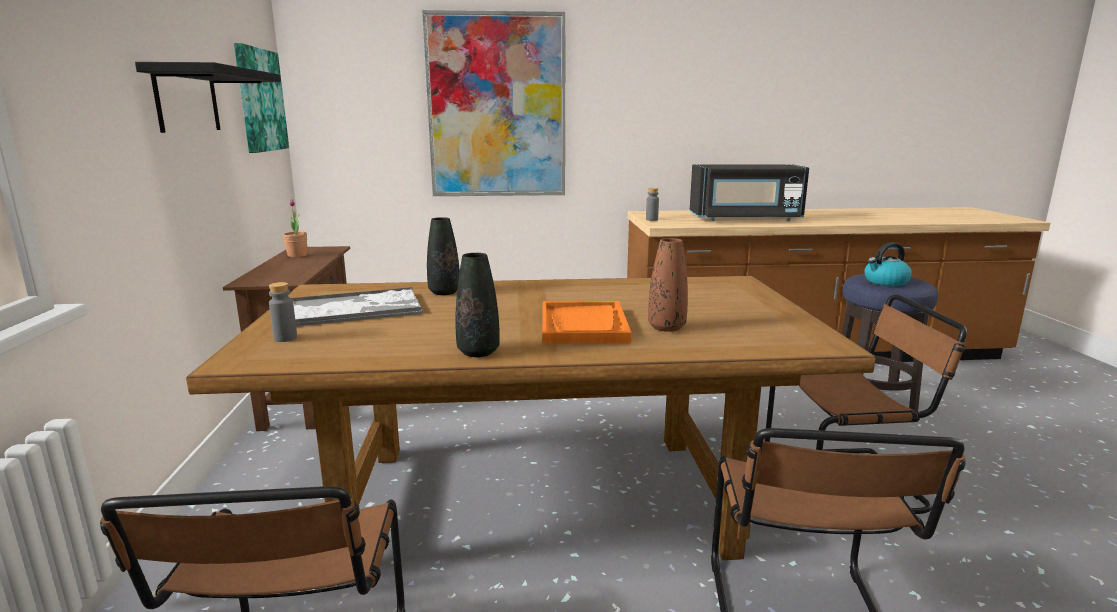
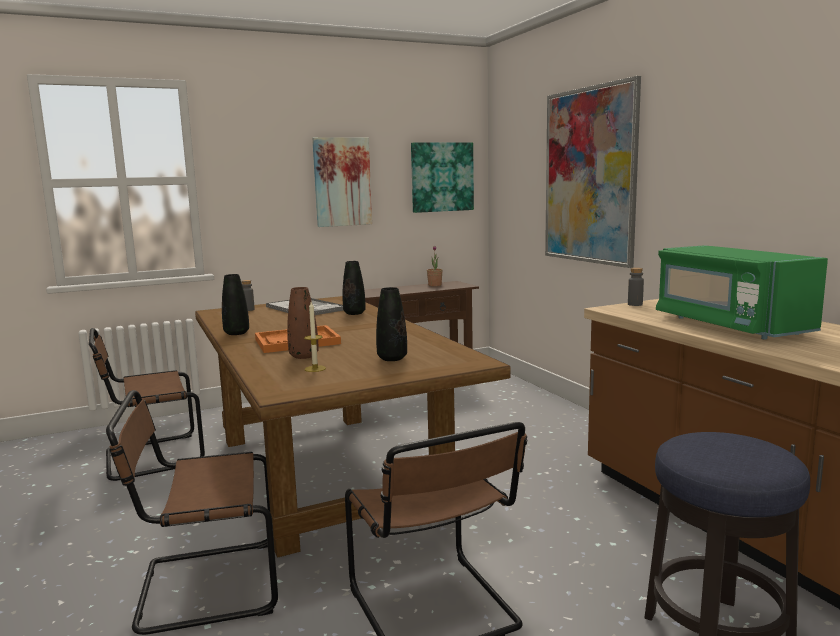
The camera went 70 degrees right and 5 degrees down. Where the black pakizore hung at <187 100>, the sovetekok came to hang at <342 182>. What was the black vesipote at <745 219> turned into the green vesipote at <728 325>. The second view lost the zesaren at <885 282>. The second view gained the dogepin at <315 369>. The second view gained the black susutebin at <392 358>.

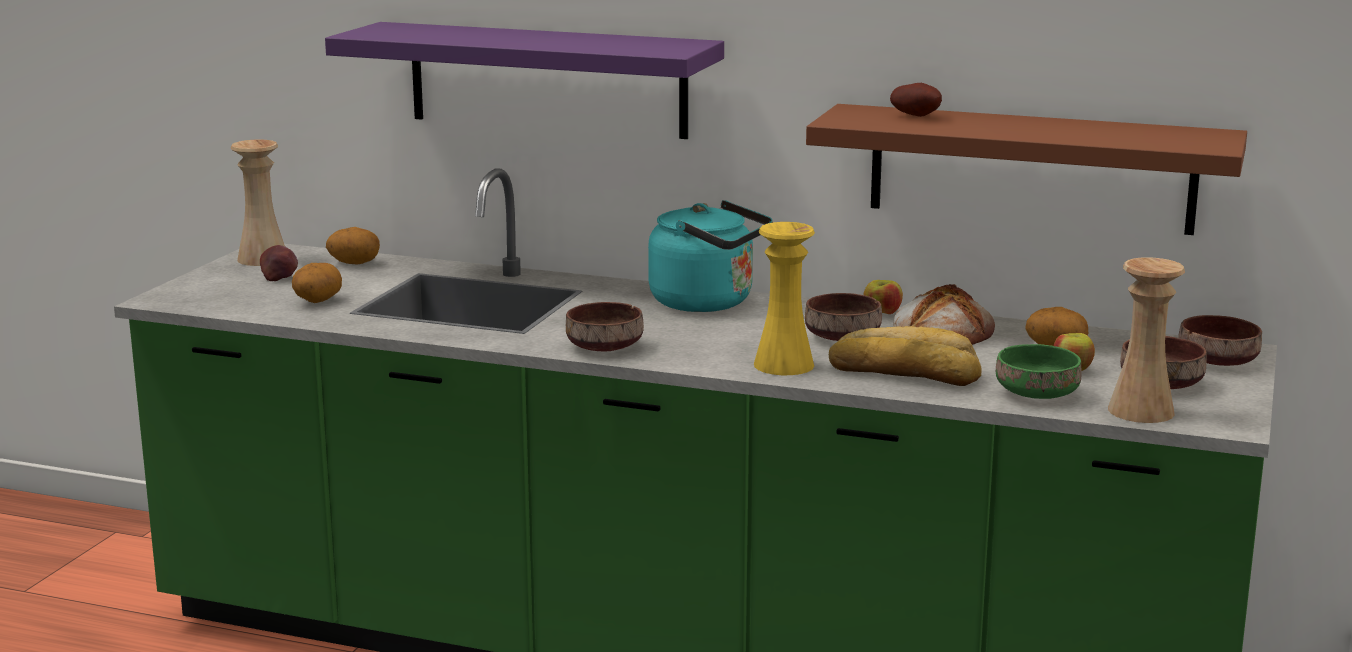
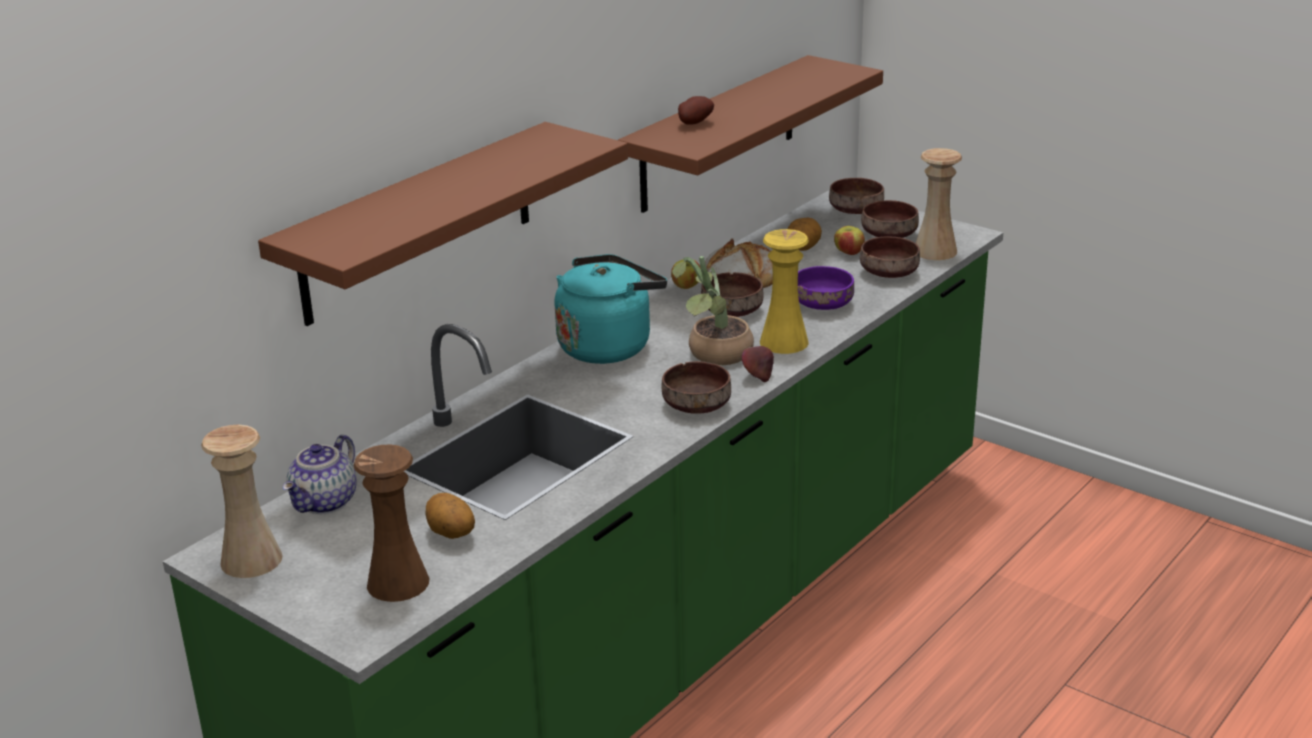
The camera went 70 degrees left and 10 degrees up. The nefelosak ended up elsewhere, having gone from <280 278> to <757 376>. What was the purple pakizore at <547 79> turned into the brown pakizore at <418 223>. Where the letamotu stood at <354 263>, the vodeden came to stand at <326 503>. Where the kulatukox stood at <905 372>, the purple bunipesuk came to stand at <824 304>. What was the green bunipesuk at <1038 394> turned into the brown bunipesuk at <890 272>. The second view gained the brown susutebin at <398 583>. The second view gained the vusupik at <714 355>.

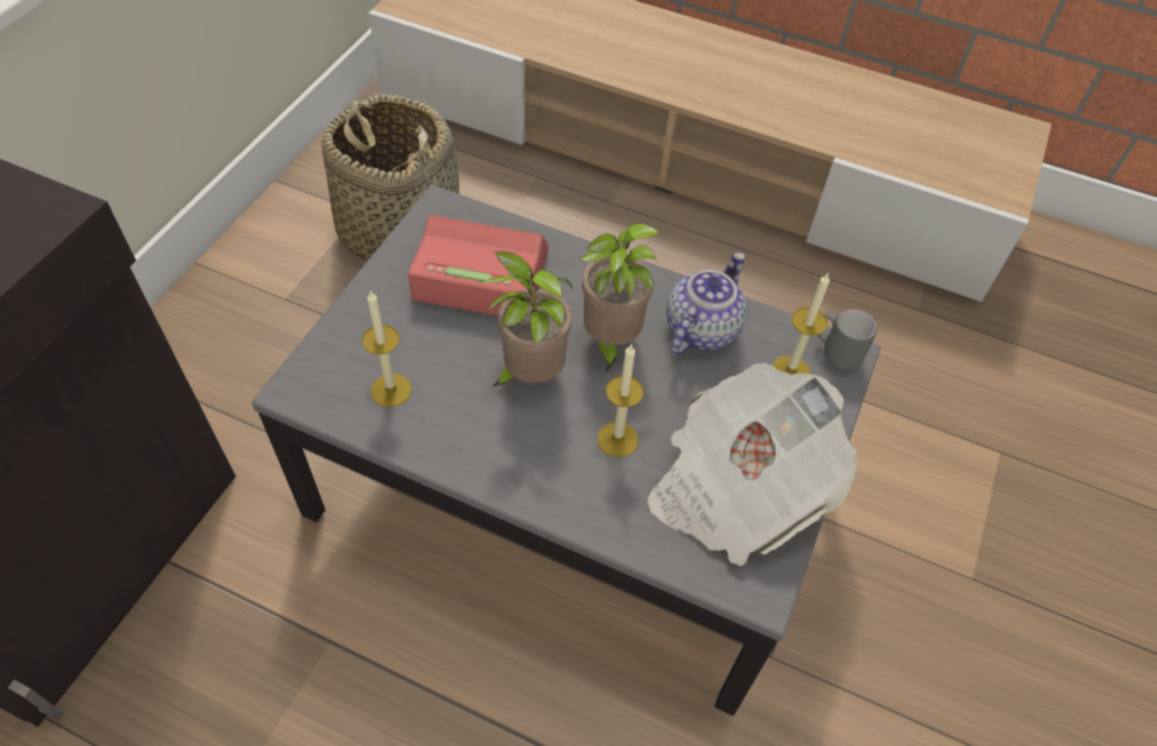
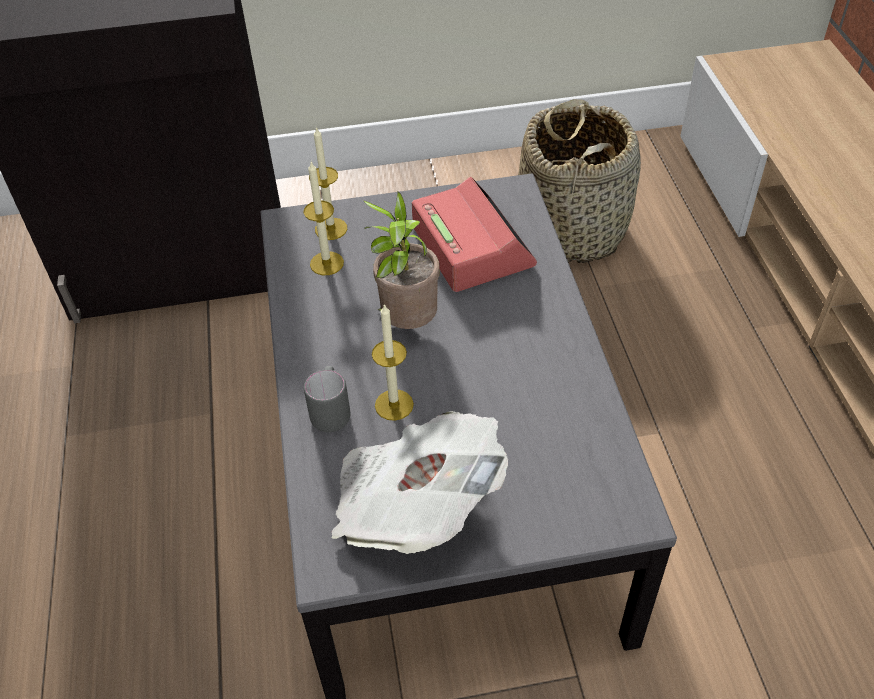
The camera went 60 degrees right and 5 degrees down. The second view lost the vusupik at <610 342>. The second view lost the vodeden at <701 328>. The dogepin ended up elsewhere, having gone from <790 371> to <331 229>. The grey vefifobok ended up elsewhere, having gone from <835 352> to <331 411>.

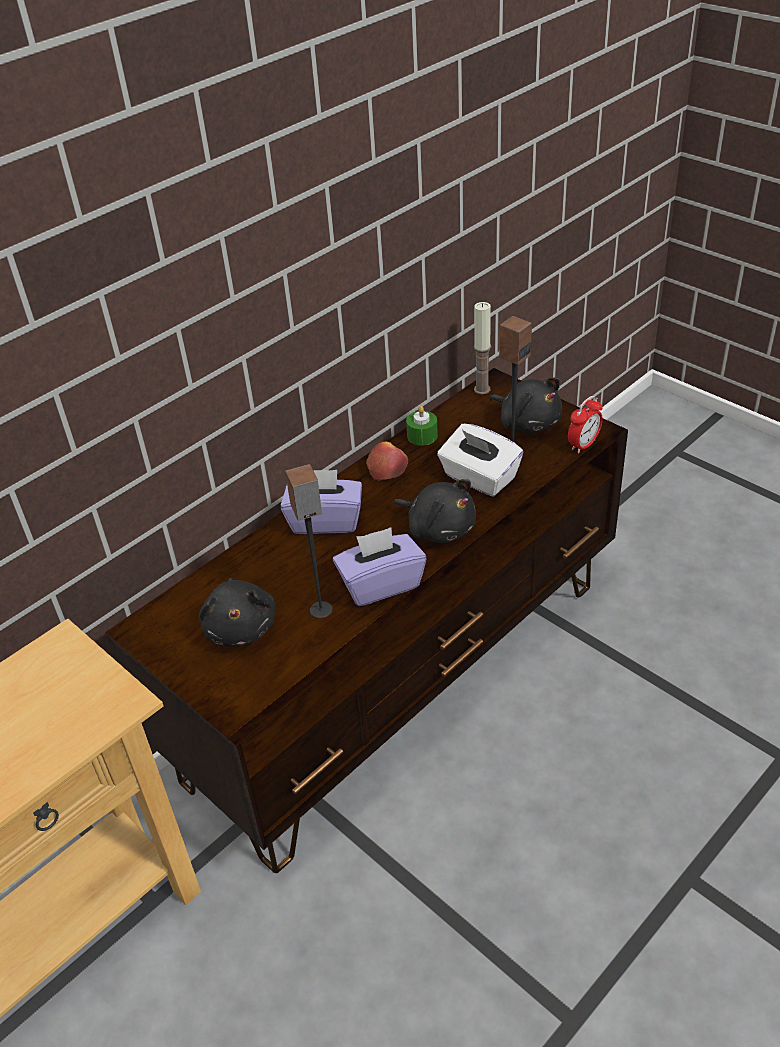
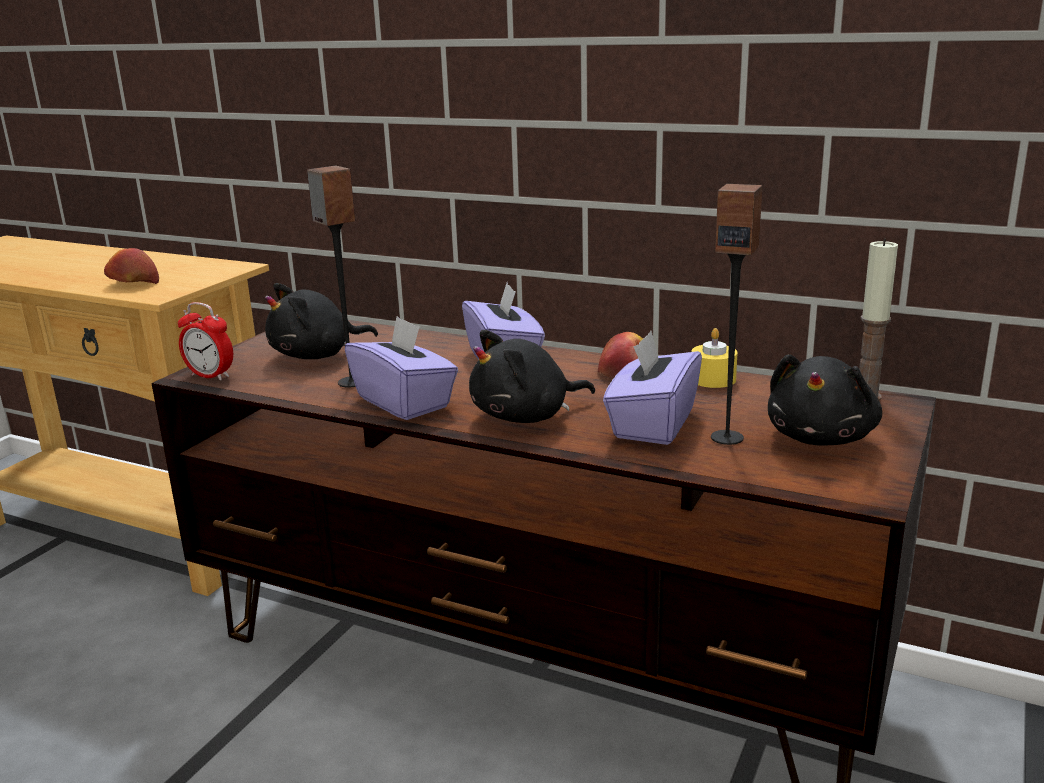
The camera went 70 degrees right and 20 degrees down. The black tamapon at <439 528> ended up facing another way, 45 degrees clockwise from before. What was the green dogepin at <422 436> turned into the yellow dogepin at <713 379>. What was the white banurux at <479 478> turned into the purple banurux at <652 424>. The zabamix ended up elsewhere, having gone from <583 445> to <210 376>. The second view gained the nefelosak at <133 283>.

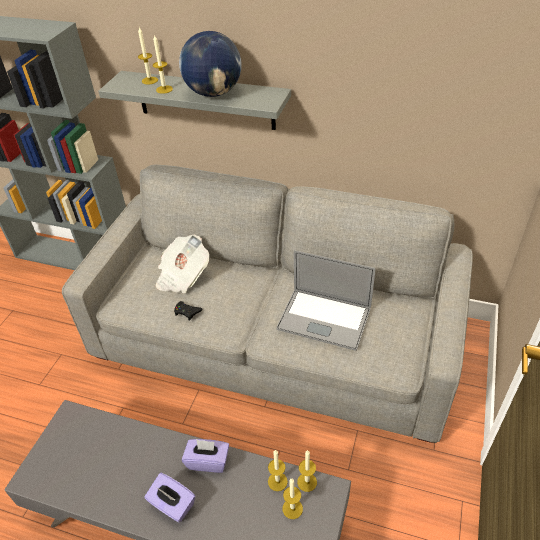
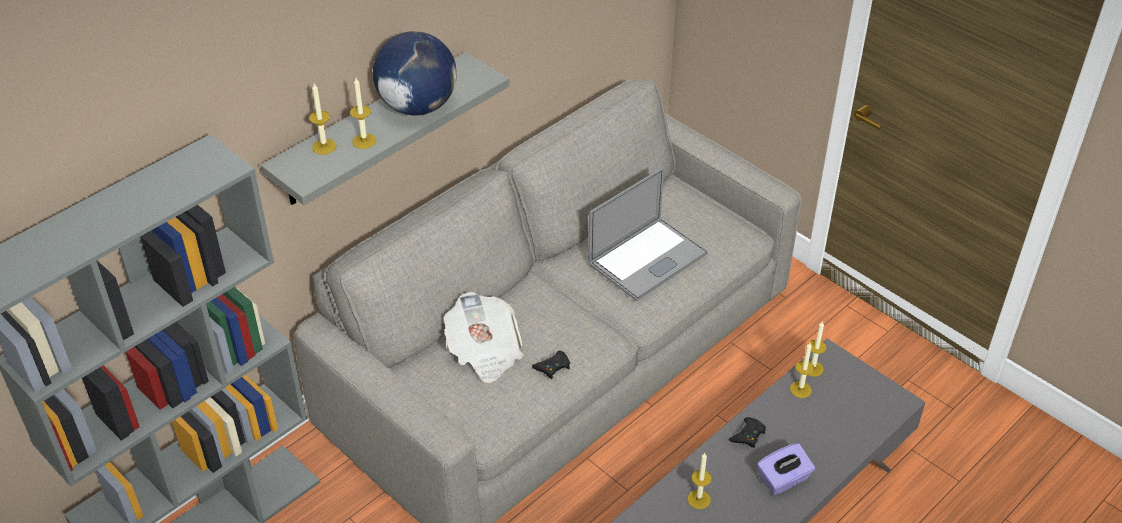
The camera went 65 degrees left and 0 degrees up. Where the purple banurux stood at <208 461>, the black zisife came to stand at <748 435>. The dogepin ended up elsewhere, having gone from <292 508> to <699 499>.

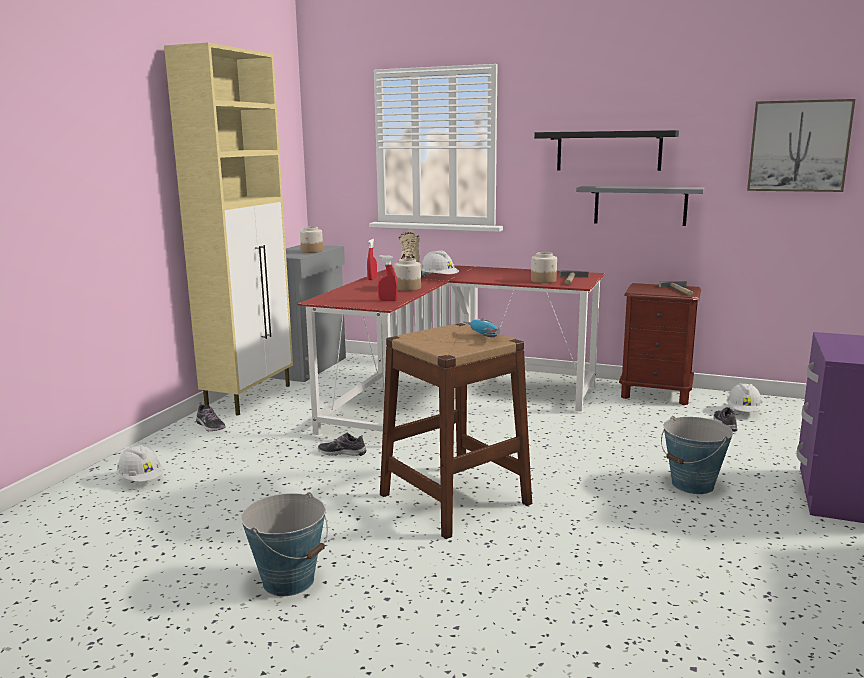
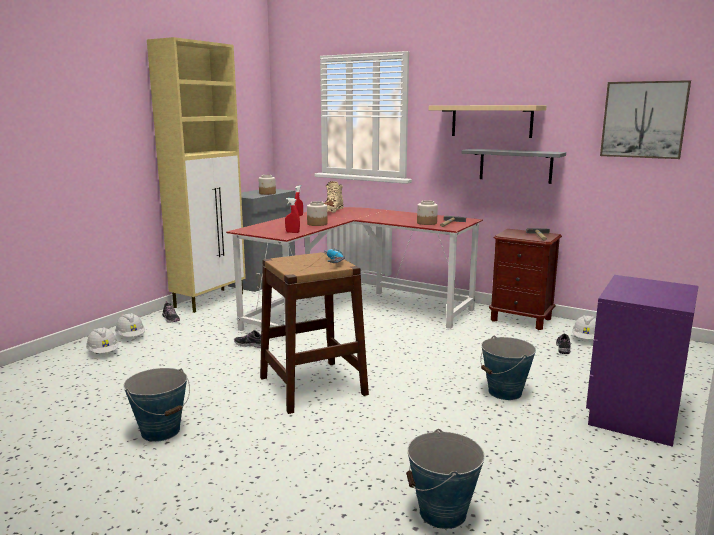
The camera went 10 degrees right and 0 degrees up. The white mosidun ended up elsewhere, having gone from <439 278> to <131 336>. What was the black pakizore at <608 151> turned into the beige pakizore at <491 121>. The second view gained the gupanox at <442 513>.

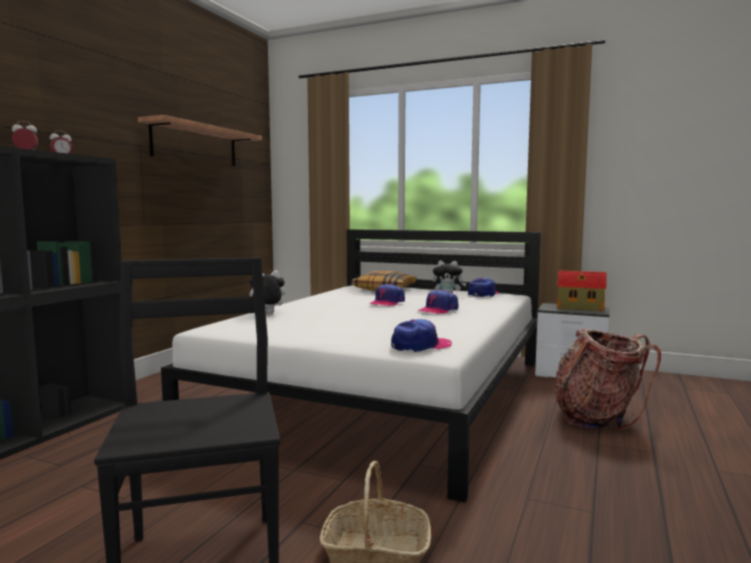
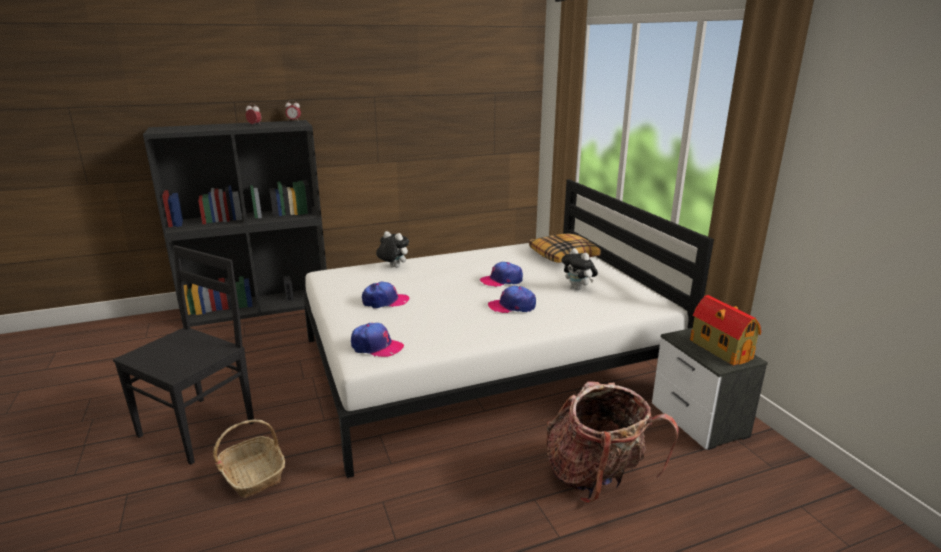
The camera went 45 degrees right and 15 degrees up. The second view lost the pakizore at <195 145>. The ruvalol ended up elsewhere, having gone from <483 294> to <385 301>.

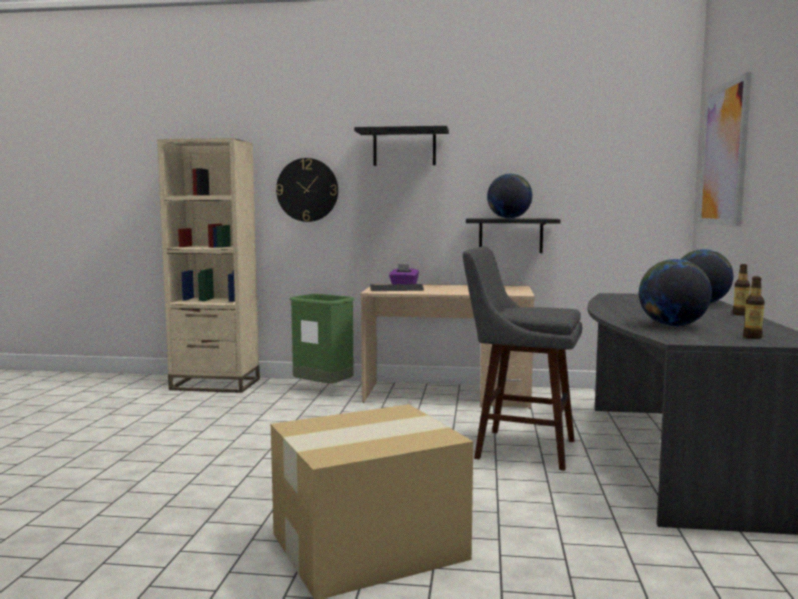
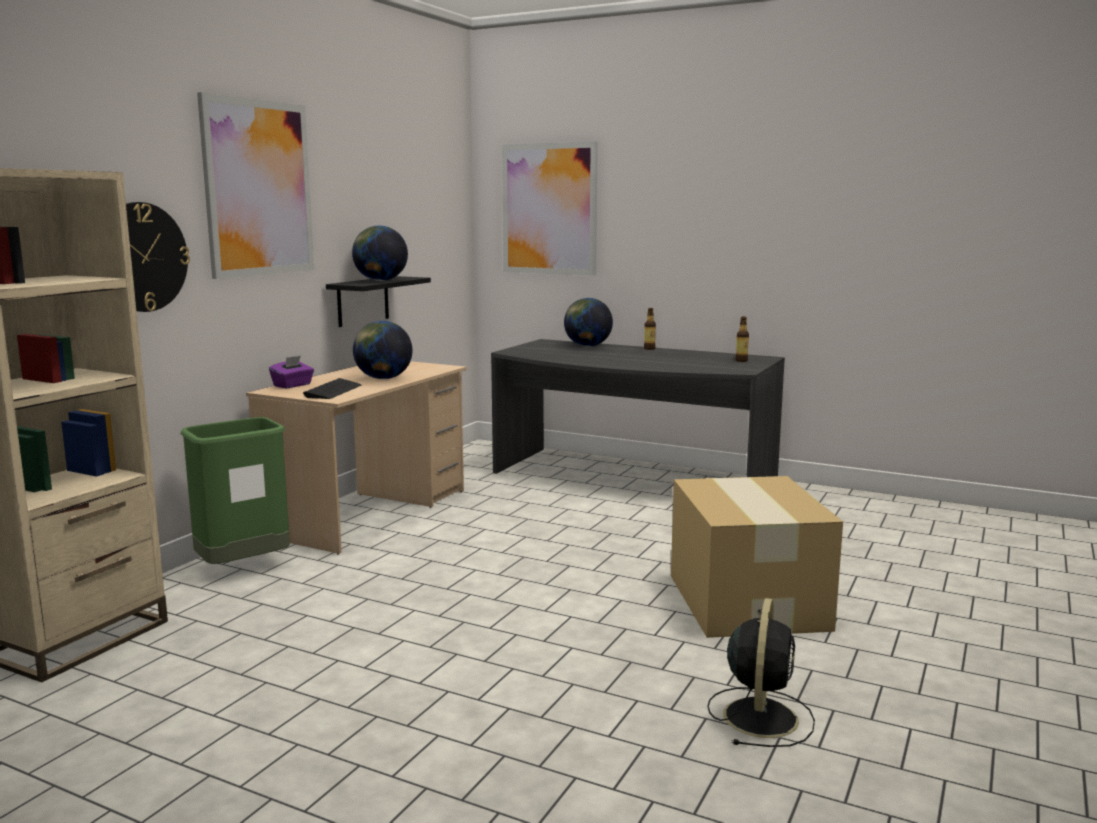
The camera went 70 degrees left and 5 degrees up. Where the black pakizore hung at <404 148>, the sovetekok came to hang at <258 188>. The second view lost the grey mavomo at <519 448>. The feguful ended up elsewhere, having gone from <672 325> to <383 378>. The second view gained the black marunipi at <760 716>.

